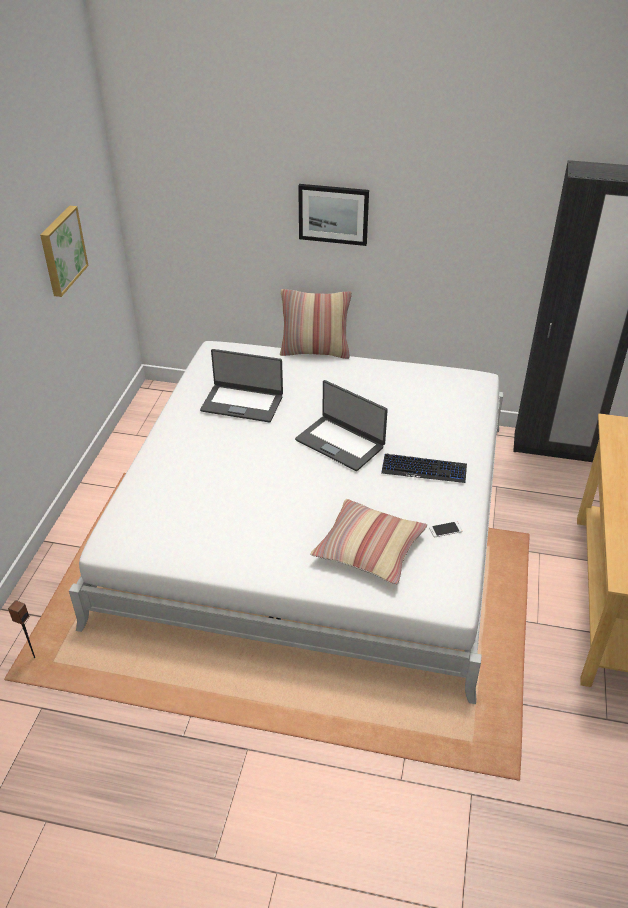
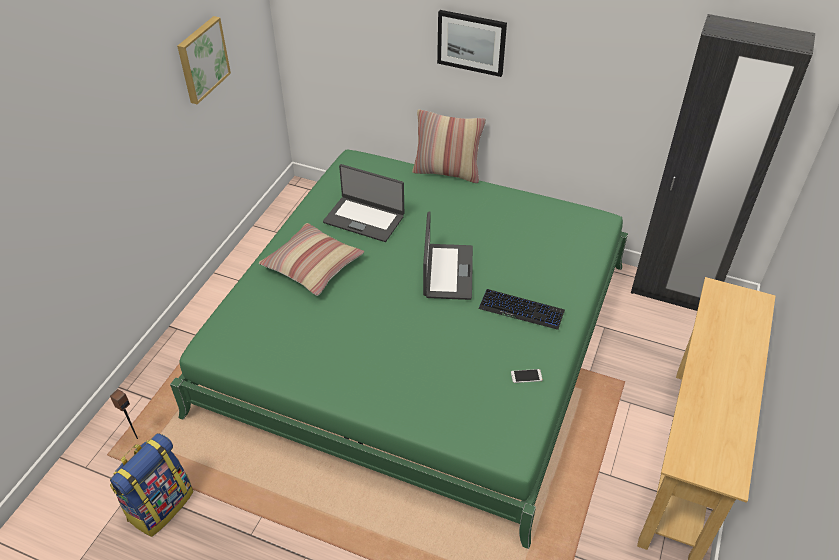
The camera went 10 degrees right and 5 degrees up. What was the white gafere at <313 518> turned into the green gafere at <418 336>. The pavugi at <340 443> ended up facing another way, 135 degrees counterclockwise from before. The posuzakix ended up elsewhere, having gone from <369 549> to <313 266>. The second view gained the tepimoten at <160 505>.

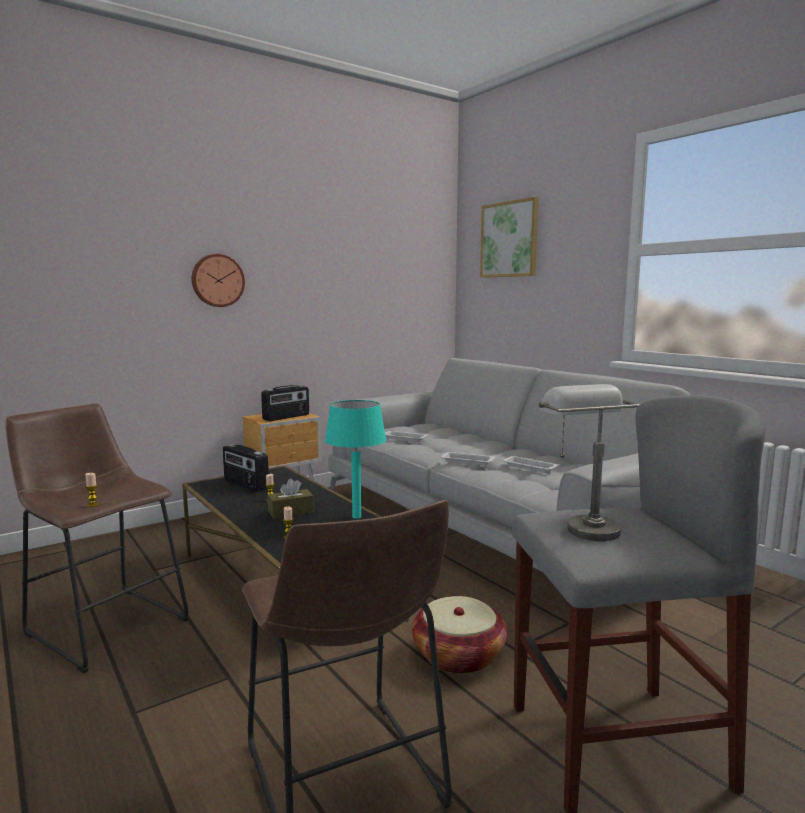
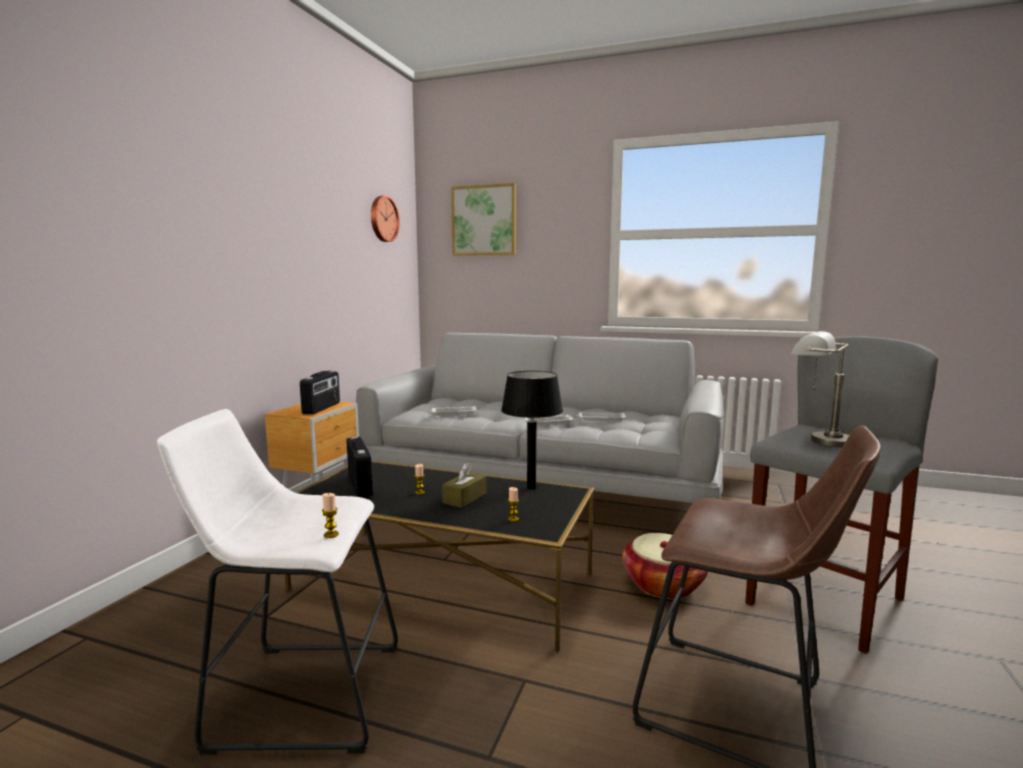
The camera went 35 degrees left and 0 degrees up. What was the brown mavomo at <104 623> turned into the white mavomo at <298 694>. The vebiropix ended up elsewhere, having gone from <217 280> to <383 219>. The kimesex at <245 485> ended up facing another way, 120 degrees counterclockwise from before. What was the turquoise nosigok at <357 516> turned into the black nosigok at <531 487>.

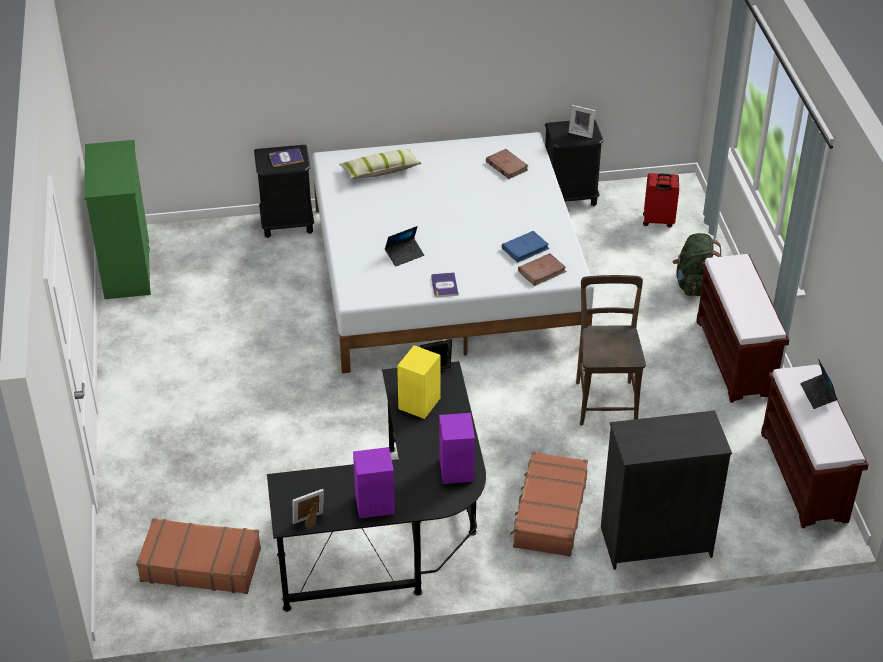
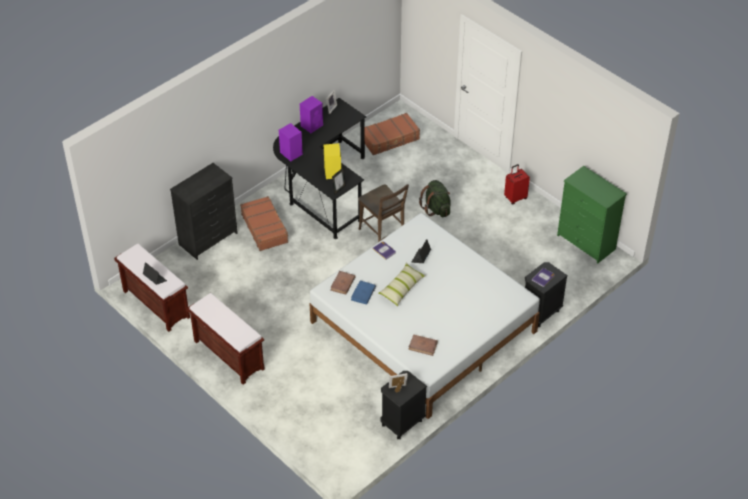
The camera went 145 degrees right and 5 degrees up. The posuzakix ended up elsewhere, having gone from <380 171> to <402 288>. The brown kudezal ended up elsewhere, having gone from <605 399> to <383 234>. The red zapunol ended up elsewhere, having gone from <658 221> to <515 198>. The green tepimoten ended up elsewhere, having gone from <694 284> to <436 209>.

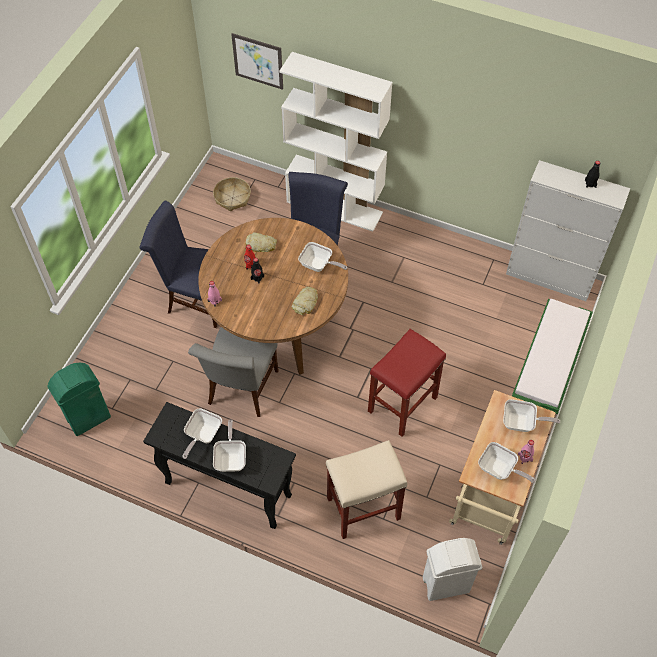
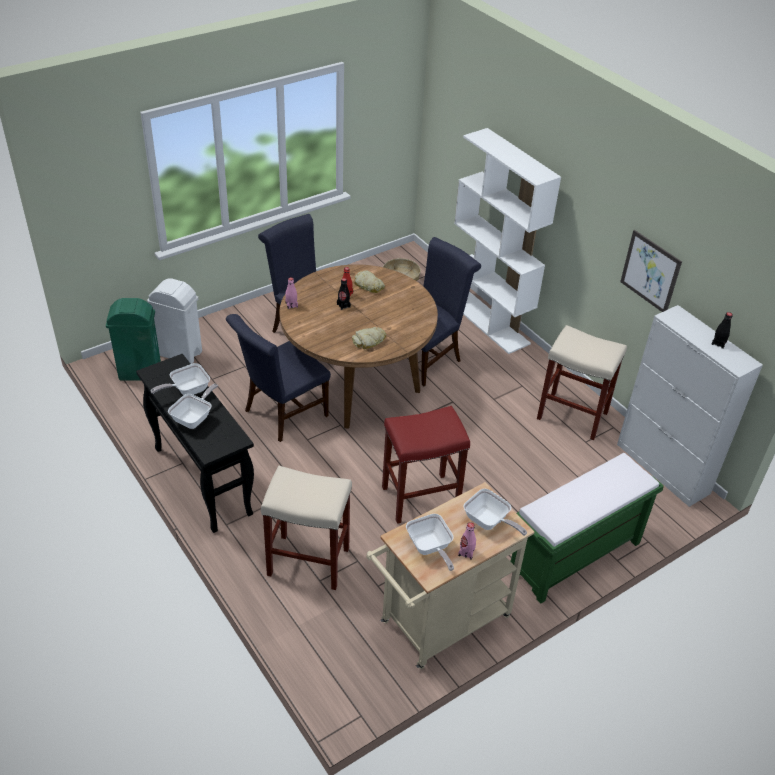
The camera went 30 degrees right and 15 degrees down. What was the grey kudezal at <241 391> turned into the blue kudezal at <282 415>. The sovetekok ended up elsewhere, having gone from <258 61> to <650 271>. The second view lost the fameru at <318 265>. The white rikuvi ended up elsewhere, having gone from <446 585> to <180 354>. The second view gained the beige mavomo at <571 415>.

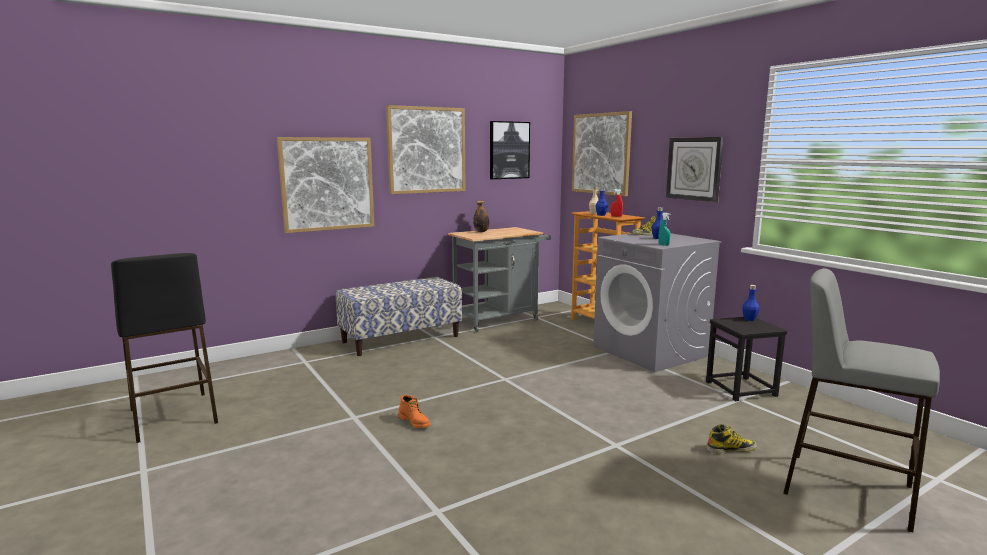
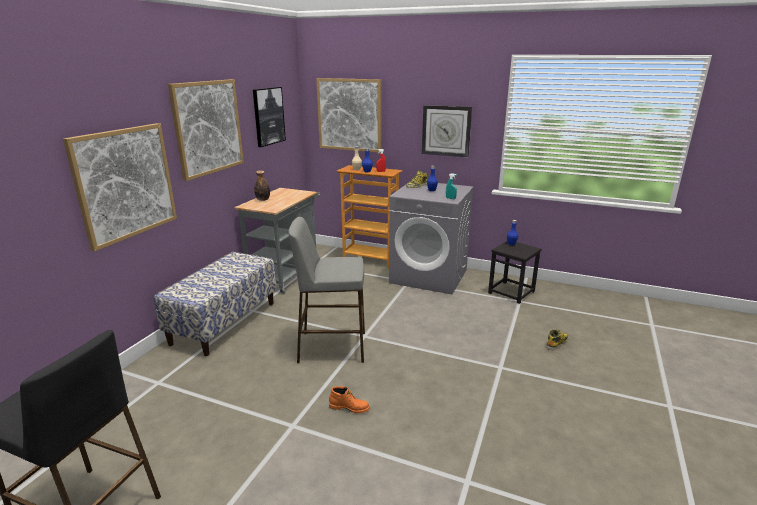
The camera went 35 degrees left and 10 degrees up. The grey mavomo ended up elsewhere, having gone from <846 489> to <331 347>.

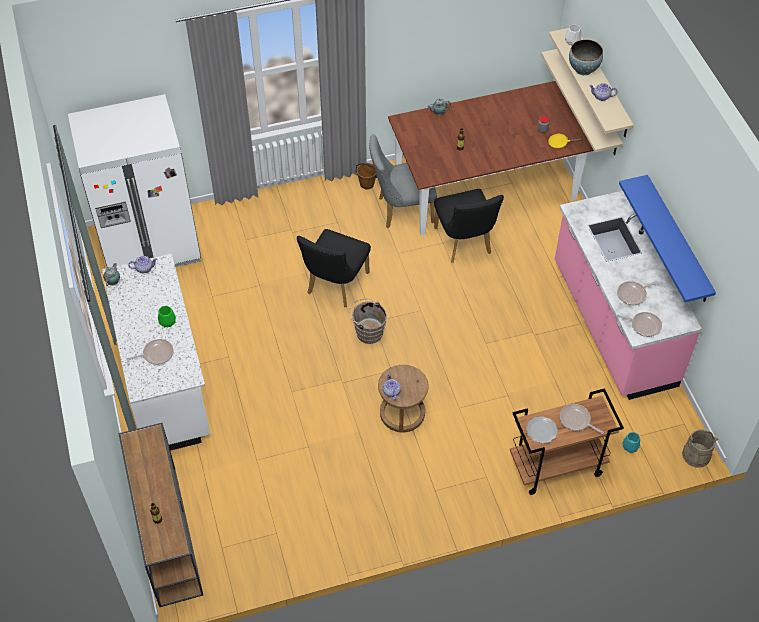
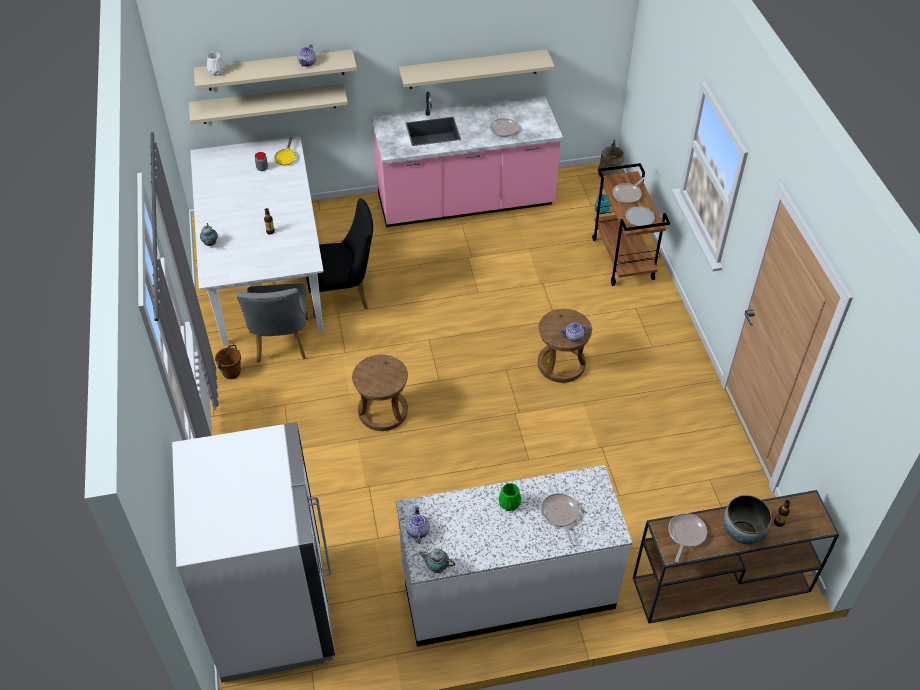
The camera went 85 degrees left and 5 degrees down. Where the black kudezal stood at <335 286>, the brown mavomo came to stand at <383 412>. The second view lost the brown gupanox at <367 331>. What was the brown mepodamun at <485 186> turned into the white mepodamun at <265 272>. The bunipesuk ended up elsewhere, having gone from <583 69> to <742 533>. The fameru ended up elsewhere, having gone from <643 325> to <685 534>. What was the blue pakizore at <677 240> turned into the beige pakizore at <473 69>.

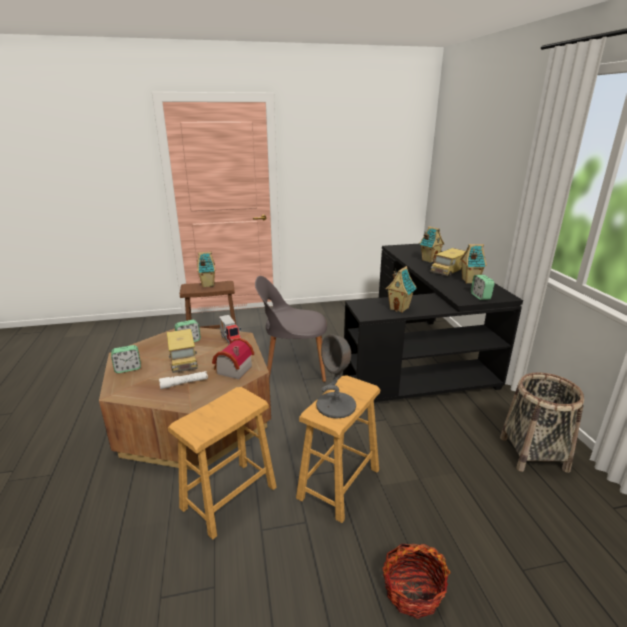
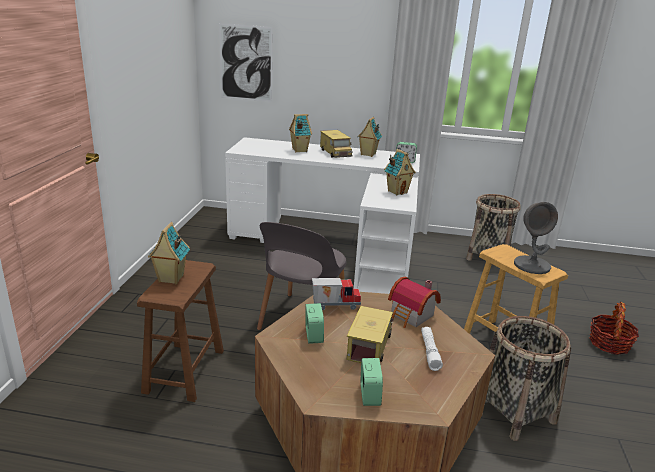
The camera went 70 degrees left and 0 degrees up. The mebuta at <183 360> ended up facing another way, 75 degrees counterclockwise from before. Where the brown mavomo stood at <229 497>, the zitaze came to stand at <514 412>. What was the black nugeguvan at <421 357> turned into the white nugeguvan at <336 247>. The second view gained the sovetekok at <246 63>.

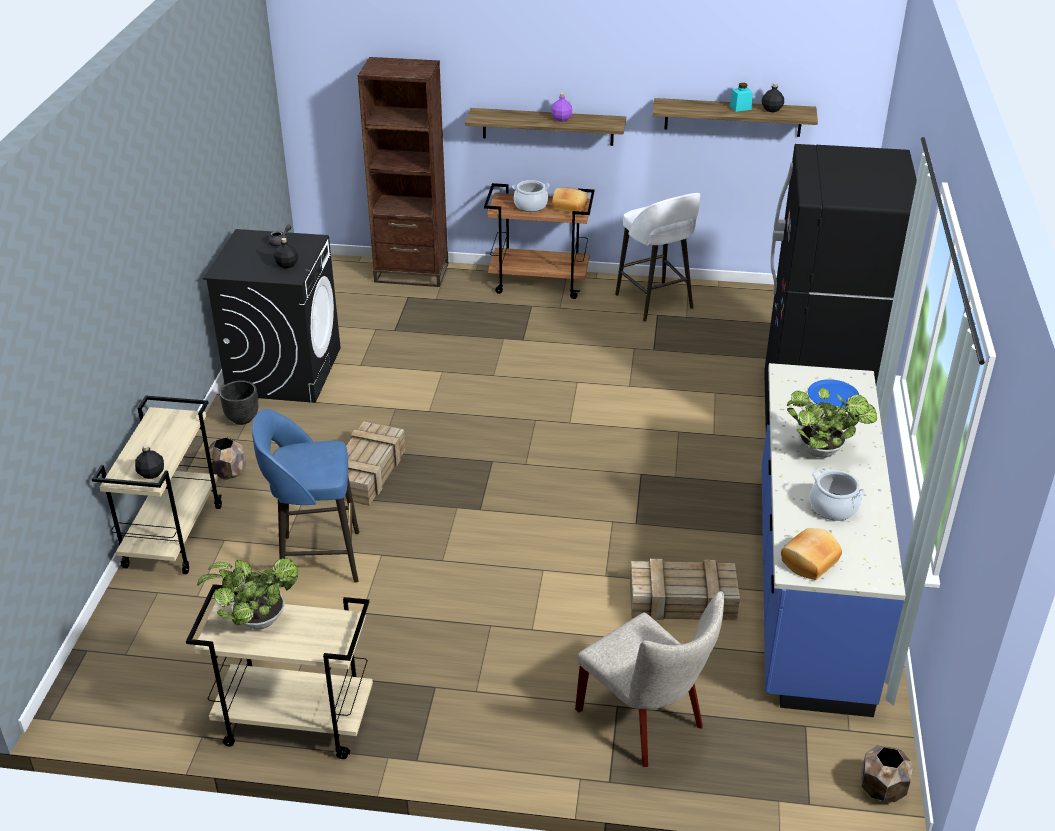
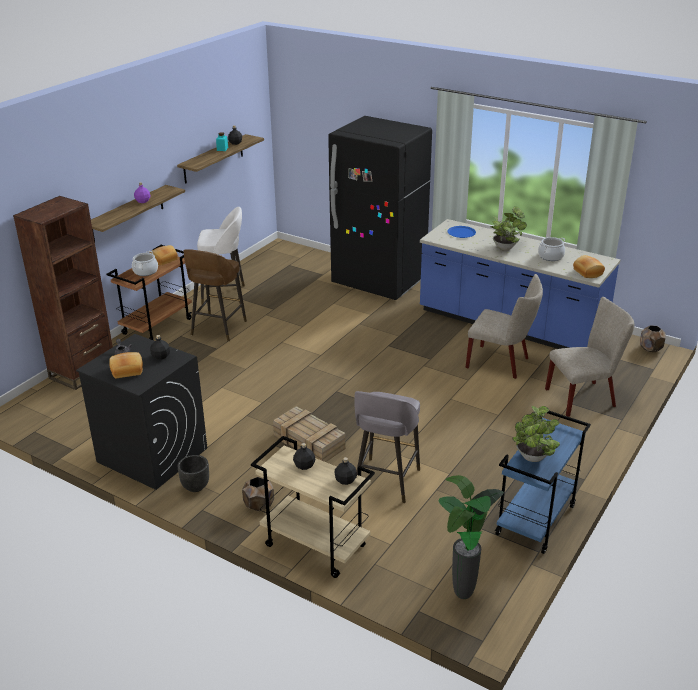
The camera went 65 degrees left and 5 degrees down. What was the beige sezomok at <294 723> turned into the blue sezomok at <536 521>. What was the blue mavomo at <317 559> turned into the grey mavomo at <385 482>. Where the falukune stood at <680 601>, the beige kudezal came to stand at <501 363>. The second view gained the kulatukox at <127 370>. The second view gained the brown mavomo at <217 329>. The second view gained the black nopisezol at <304 466>. The second view gained the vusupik at <463 596>.

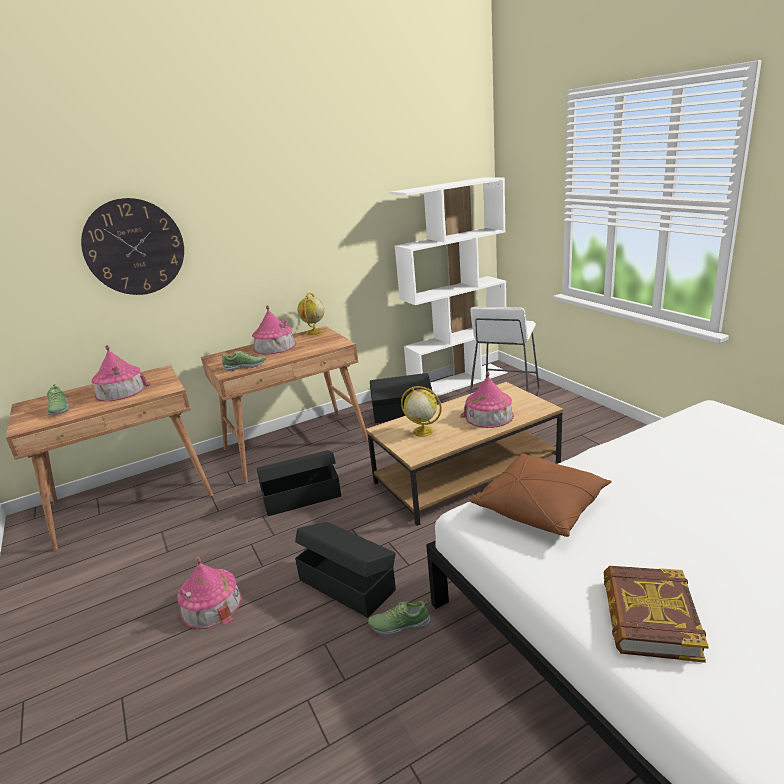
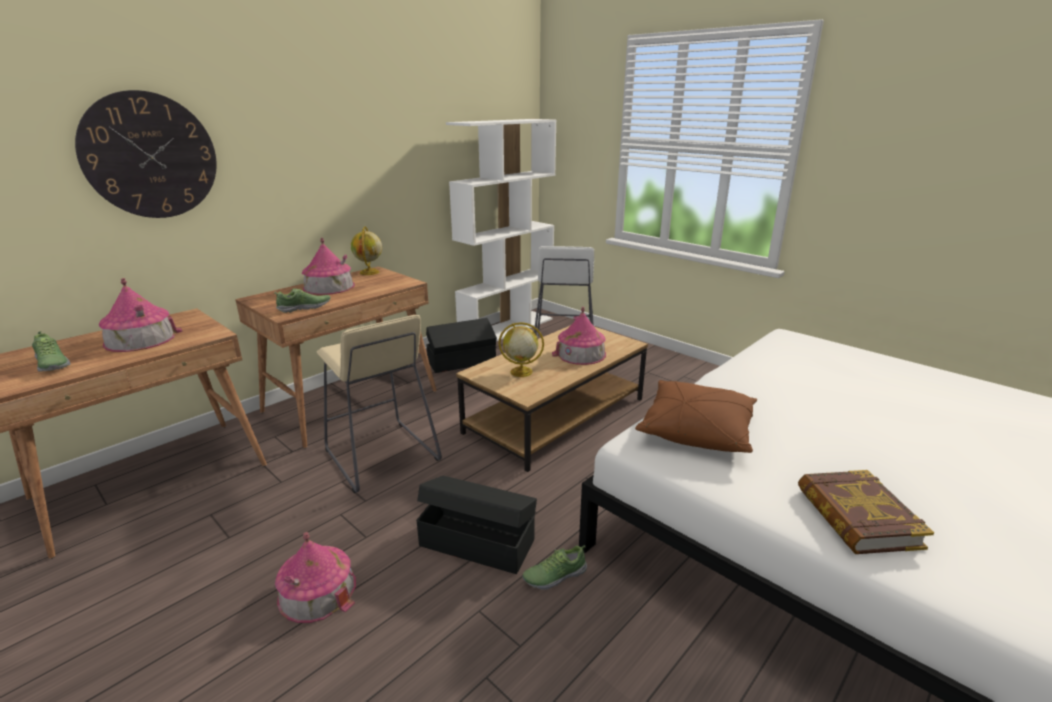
The camera went 20 degrees left and 0 degrees up. Where the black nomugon stood at <301 496>, the beige mavomo came to stand at <381 455>.

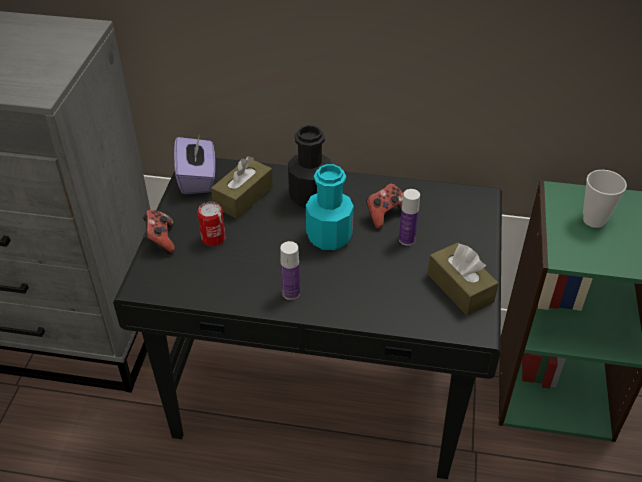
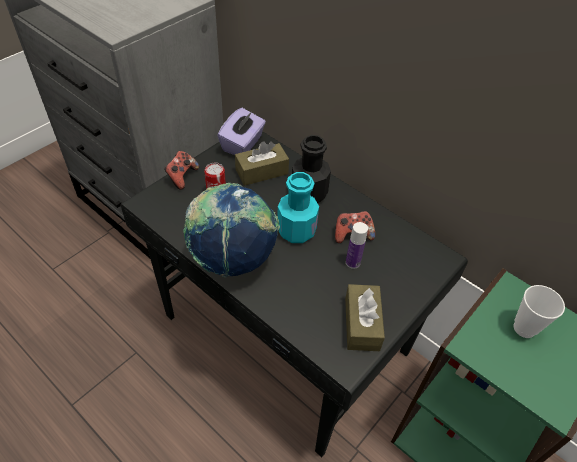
The camera went 30 degrees right and 5 degrees up. Where the nopisezol stood at <291 293>, the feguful came to stand at <233 259>.

